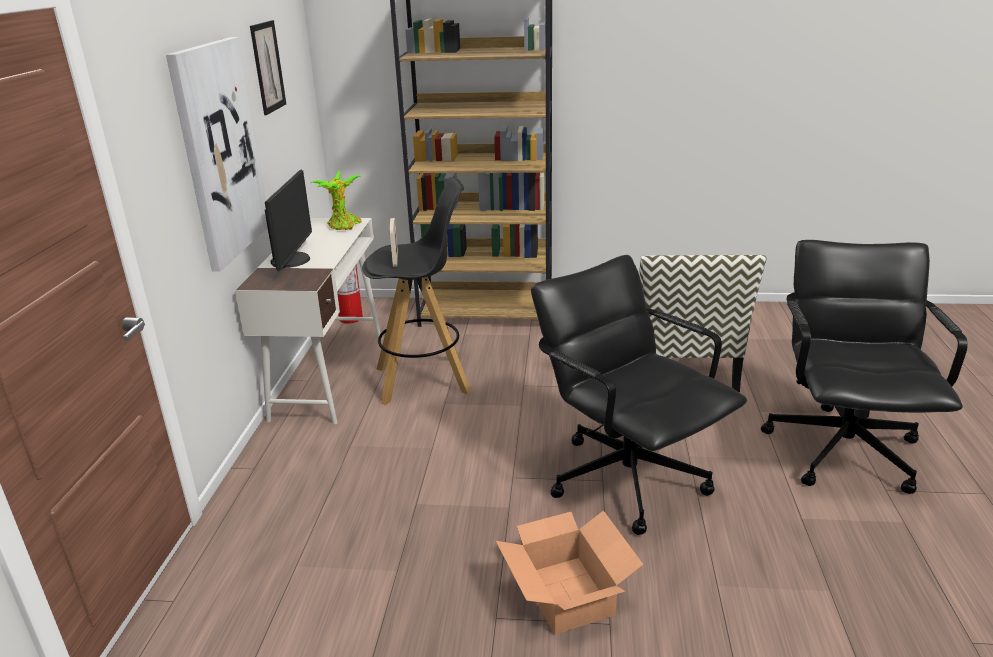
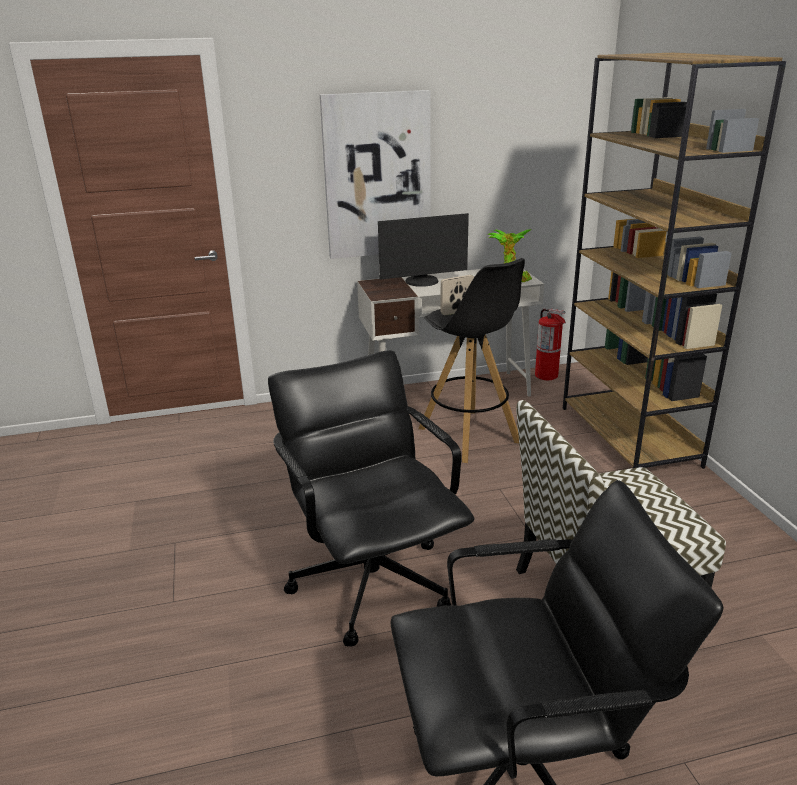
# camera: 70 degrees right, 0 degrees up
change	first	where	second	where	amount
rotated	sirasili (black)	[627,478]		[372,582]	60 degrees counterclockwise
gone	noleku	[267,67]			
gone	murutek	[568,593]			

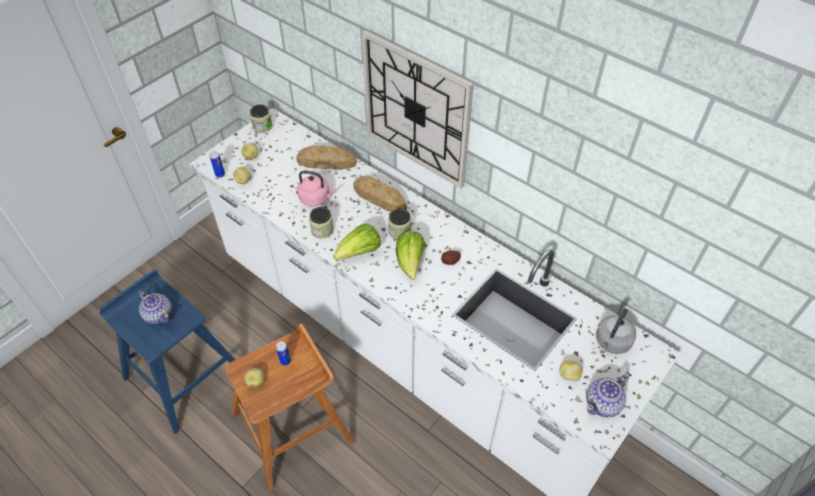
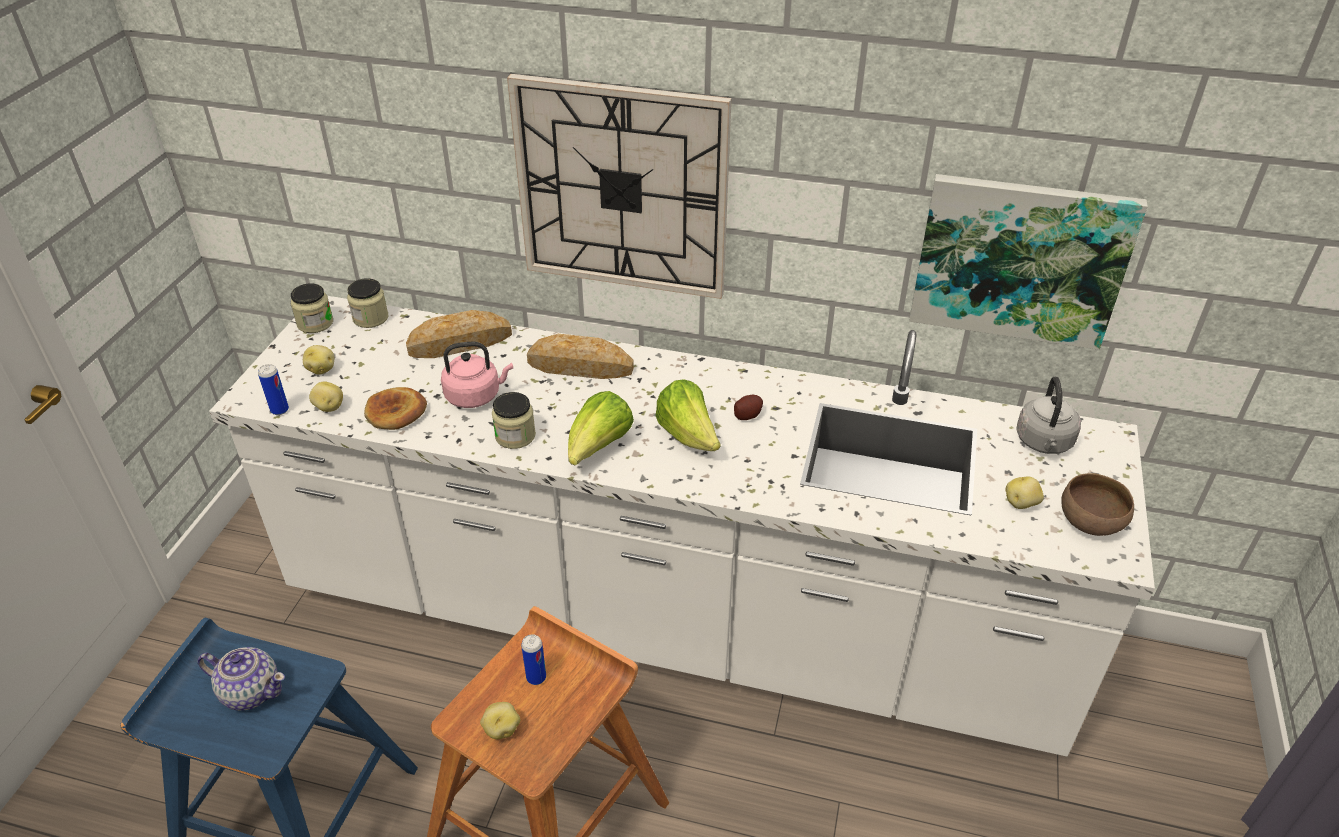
# camera: 25 degrees left, 10 degrees down
change	first	where	second	where	amount
shifted	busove	[399,231]		[370,318]	
new			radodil	[395,412]	
new			noleku	[1020,259]	
swapped	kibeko	[603,404]	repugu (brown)	[1091,522]	

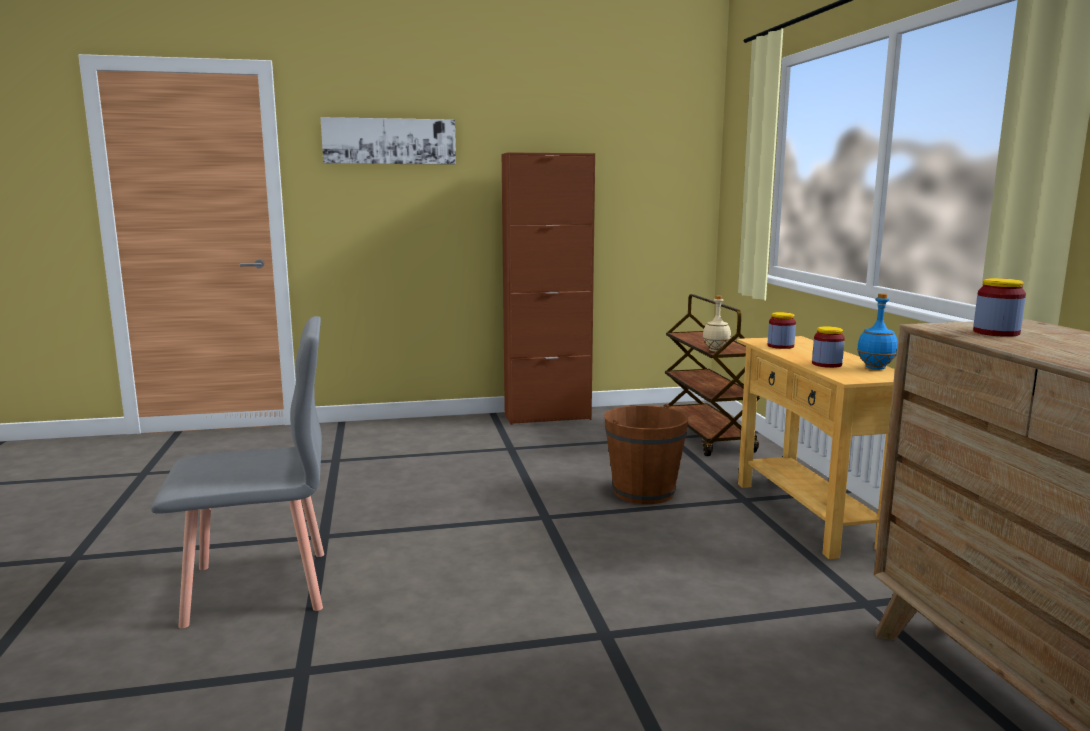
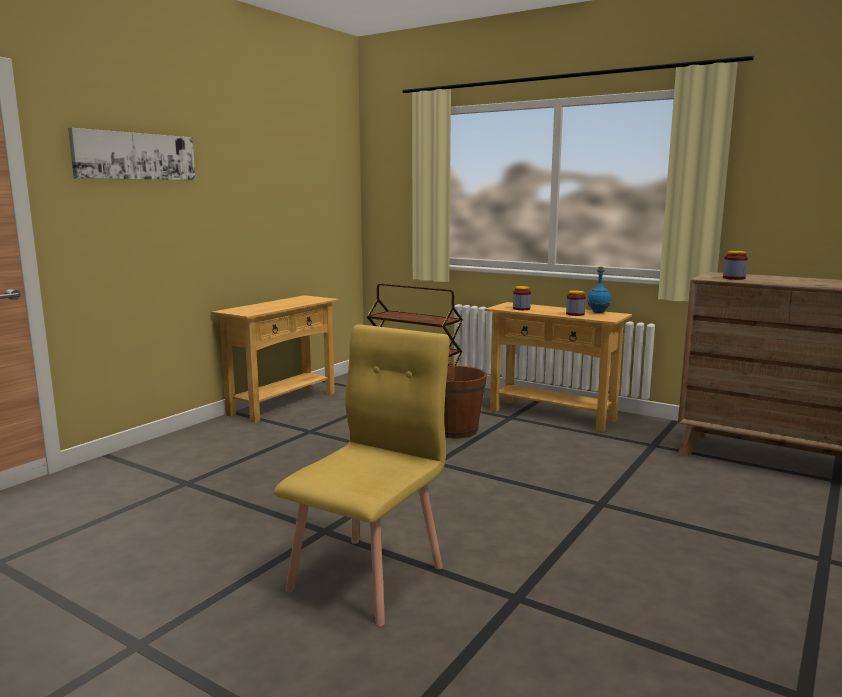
# camera: 45 degrees left, 0 degrees up
change	first	where	second	where	amount
swapped	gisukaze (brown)	[547,417]	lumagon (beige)	[283,404]	
repainted	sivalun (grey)	[260,588]	sivalun (yellow)	[368,578]	
gone	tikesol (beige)	[715,350]			

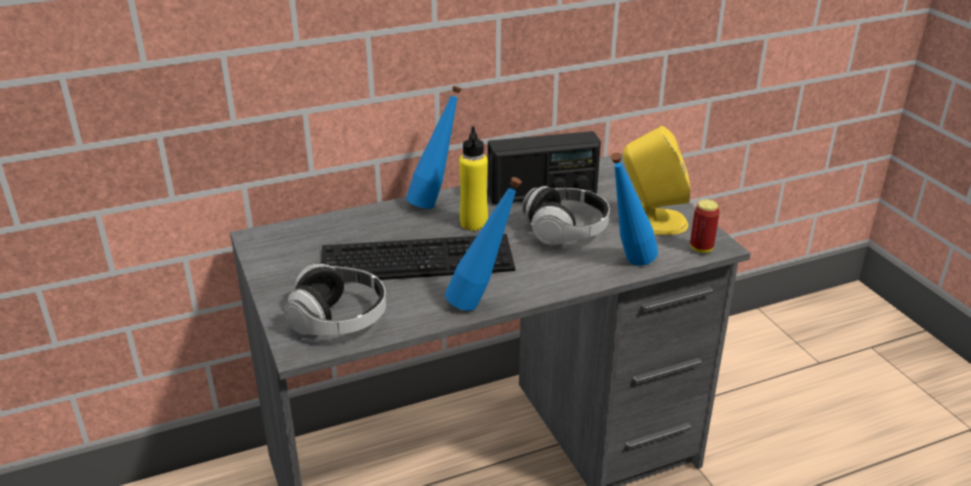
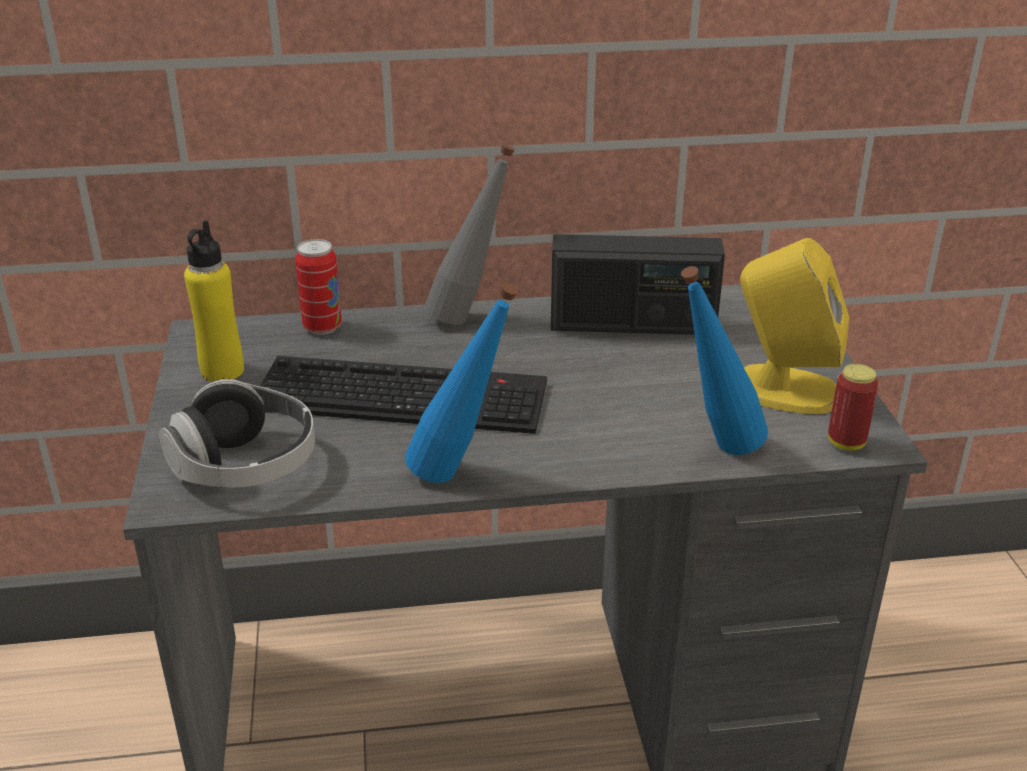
# camera: 15 degrees right, 0 degrees up
change	first	where	second	where	amount
shifted	tikesol (yellow)	[473,223]		[222,371]	
new			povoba	[322,327]	
repainted	tikesol (blue)	[435,202]	tikesol (grey)	[470,317]	
gone	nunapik	[566,231]			

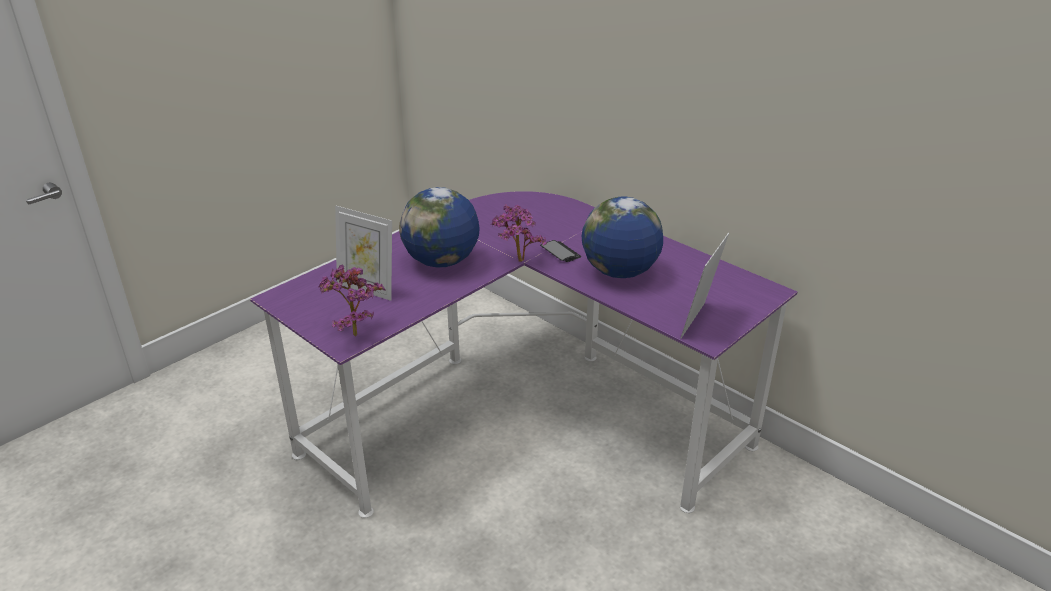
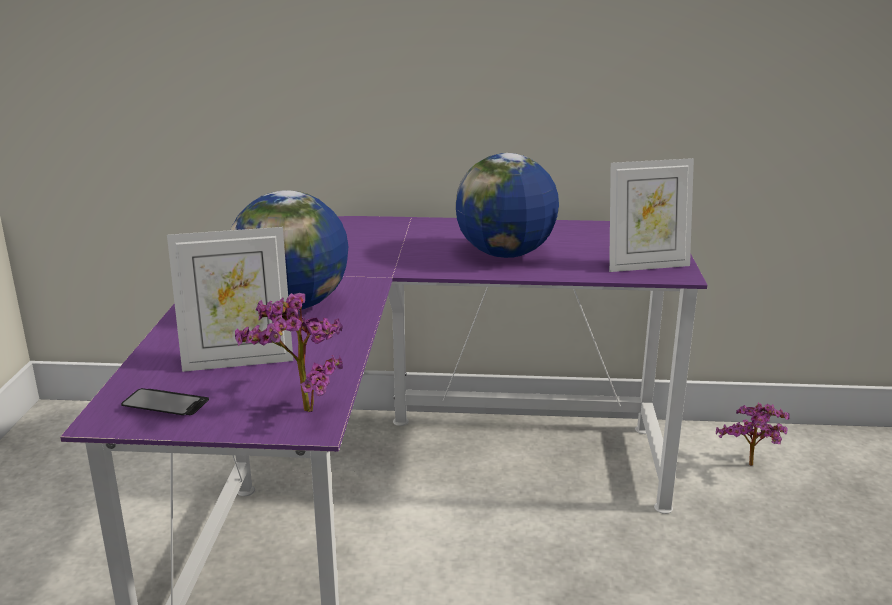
# camera: 40 degrees left, 10 degrees down
change	first	where	second	where	amount
shifted	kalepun	[560,252]		[165,404]	
rotated	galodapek	[699,322]		[646,265]	90 degrees counterclockwise
shifted	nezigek	[517,262]		[751,467]	

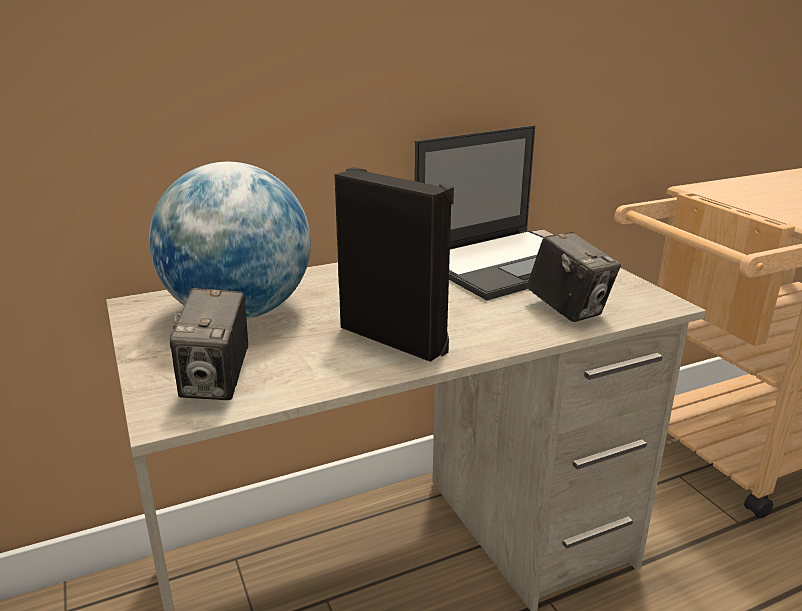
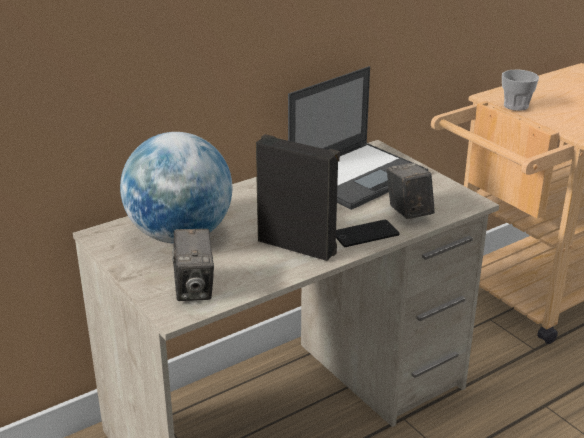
# camera: 10 degrees left, 5 degrees up
change	first	where	second	where	amount
new			kalepun	[365,234]	
rotated	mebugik	[568,309]		[408,212]	150 degrees counterclockwise
new			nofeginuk	[516,106]	

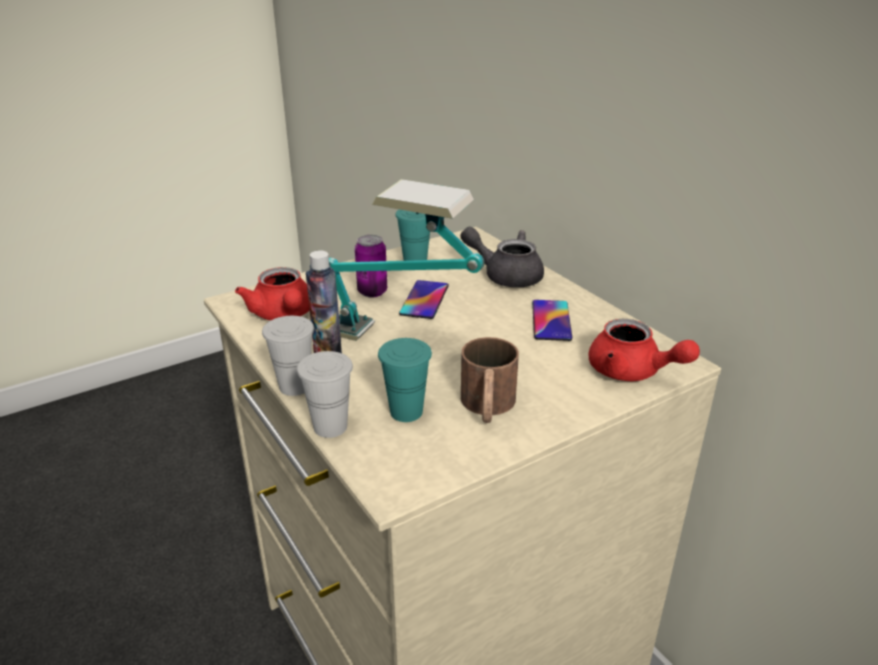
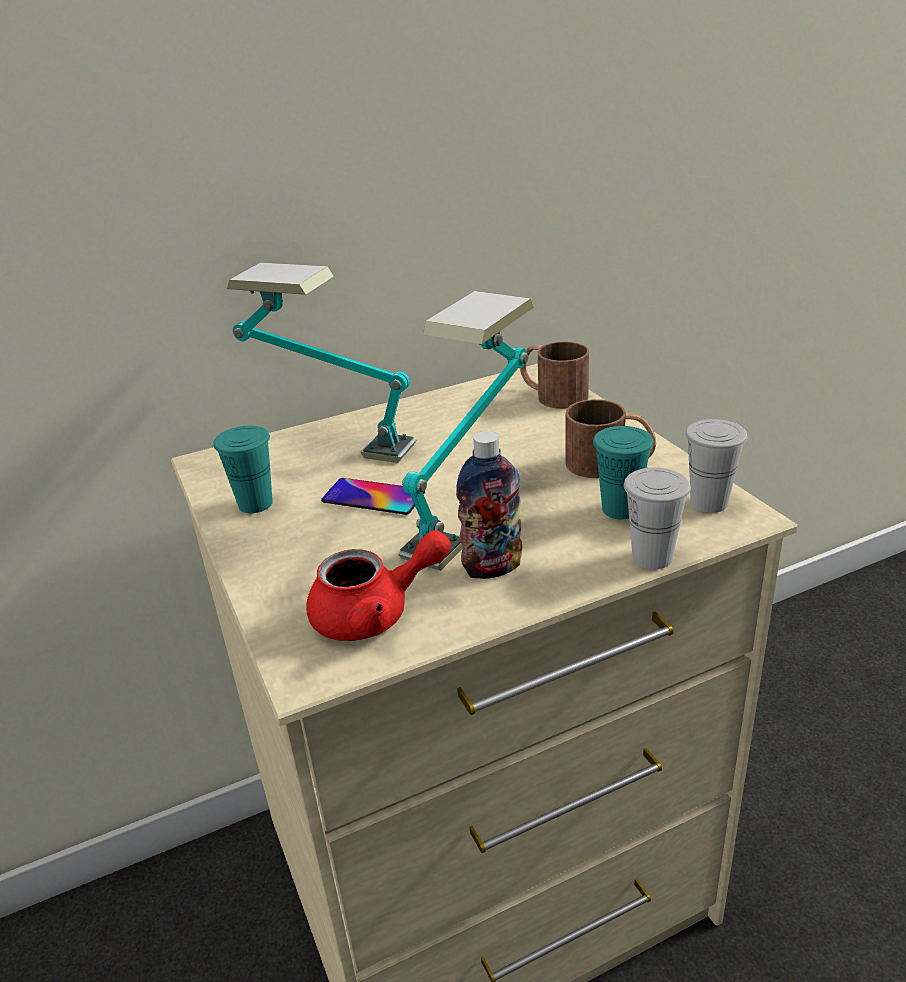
# camera: 80 degrees left, 0 degrees up
change	first	where	second	where	amount
swapped	kibeko (grey)	[505,275]	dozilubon	[331,443]	
swapped	kibeko (red)	[632,372]	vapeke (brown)	[552,394]	
shifted	nofeginuk (white)	[295,386]		[709,503]	
gone	povoba	[372,292]			
gone	kalepun	[551,320]			

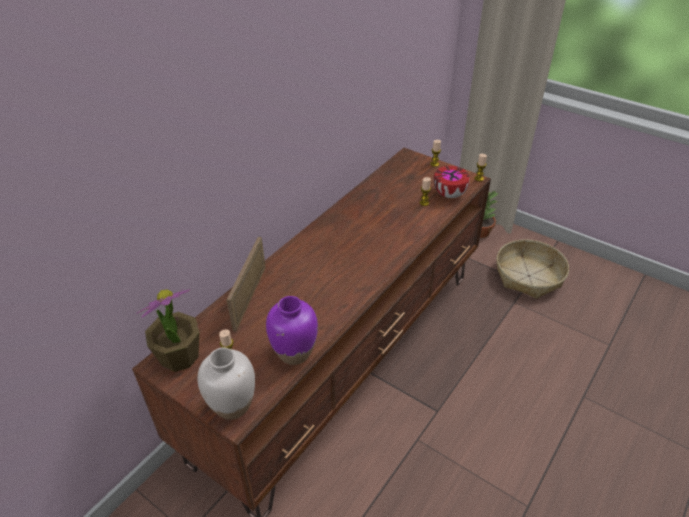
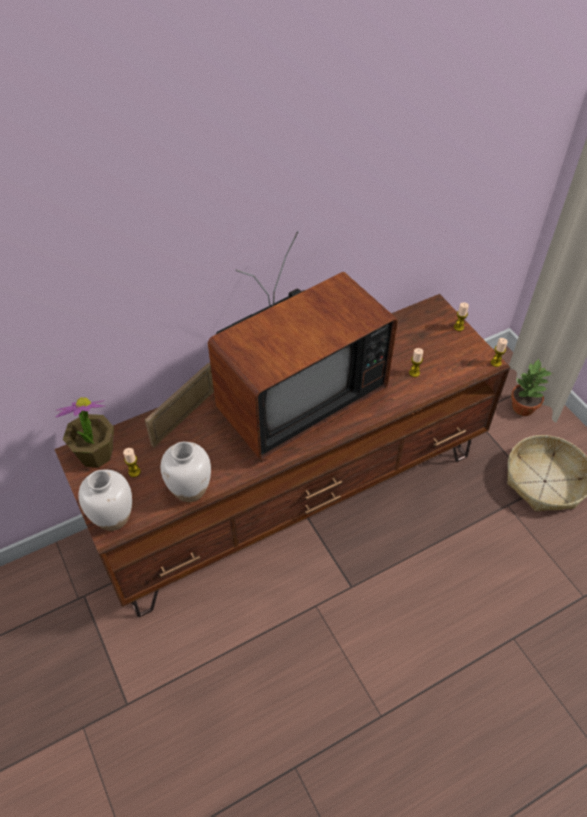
# camera: 25 degrees right, 10 degrees up
change	first	where	second	where	amount
repainted	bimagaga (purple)	[295,353]	bimagaga (white)	[190,490]	
new			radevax	[293,397]	
gone	repugu	[449,194]			

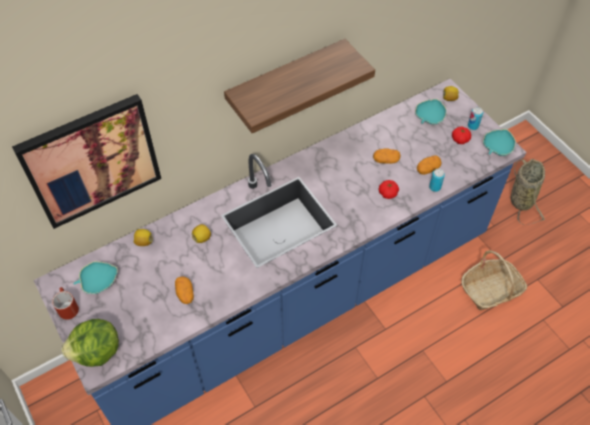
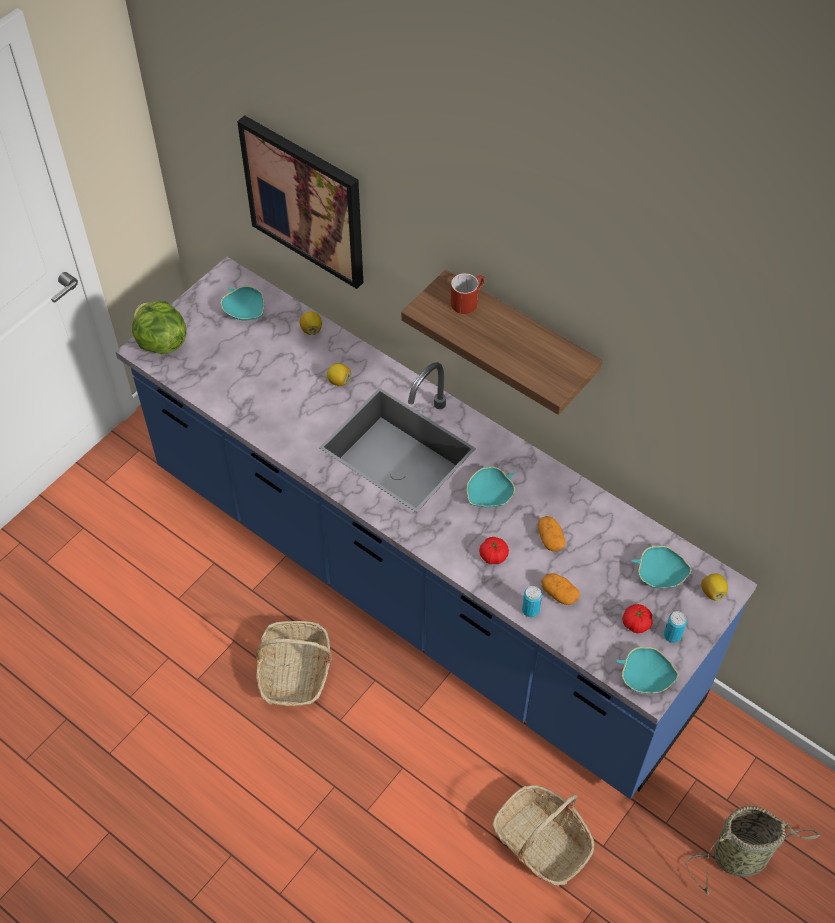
# camera: 70 degrees right, 0 degrees up
change	first	where	second	where	amount
new			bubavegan	[295,671]	
shifted	vapeke (red)	[67,307]		[467,300]	
new			repugu (turquoise)	[490,495]	
gone	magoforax	[185,294]			

